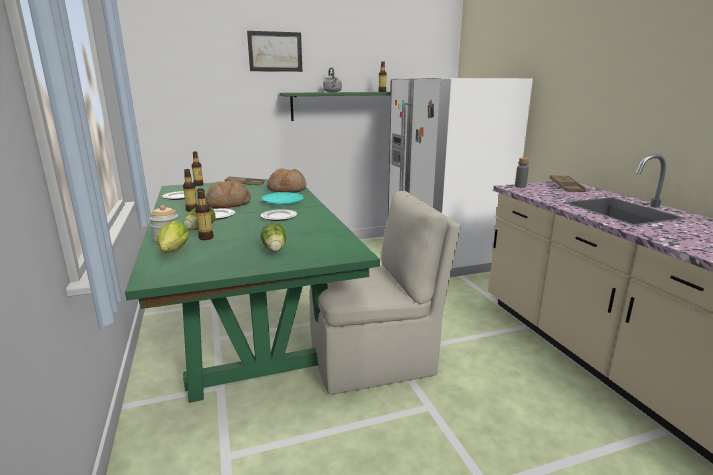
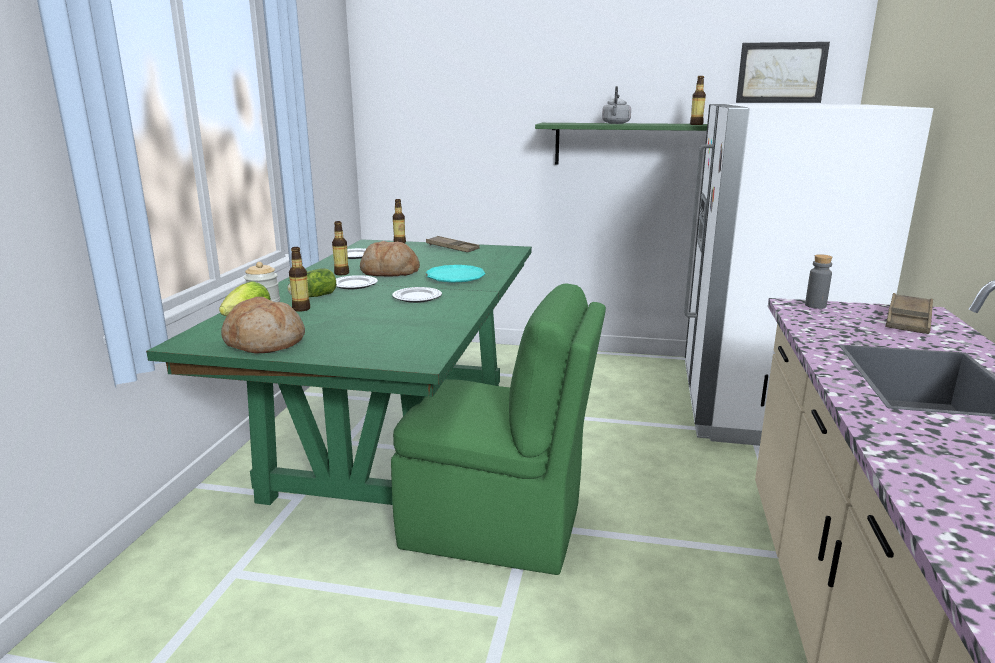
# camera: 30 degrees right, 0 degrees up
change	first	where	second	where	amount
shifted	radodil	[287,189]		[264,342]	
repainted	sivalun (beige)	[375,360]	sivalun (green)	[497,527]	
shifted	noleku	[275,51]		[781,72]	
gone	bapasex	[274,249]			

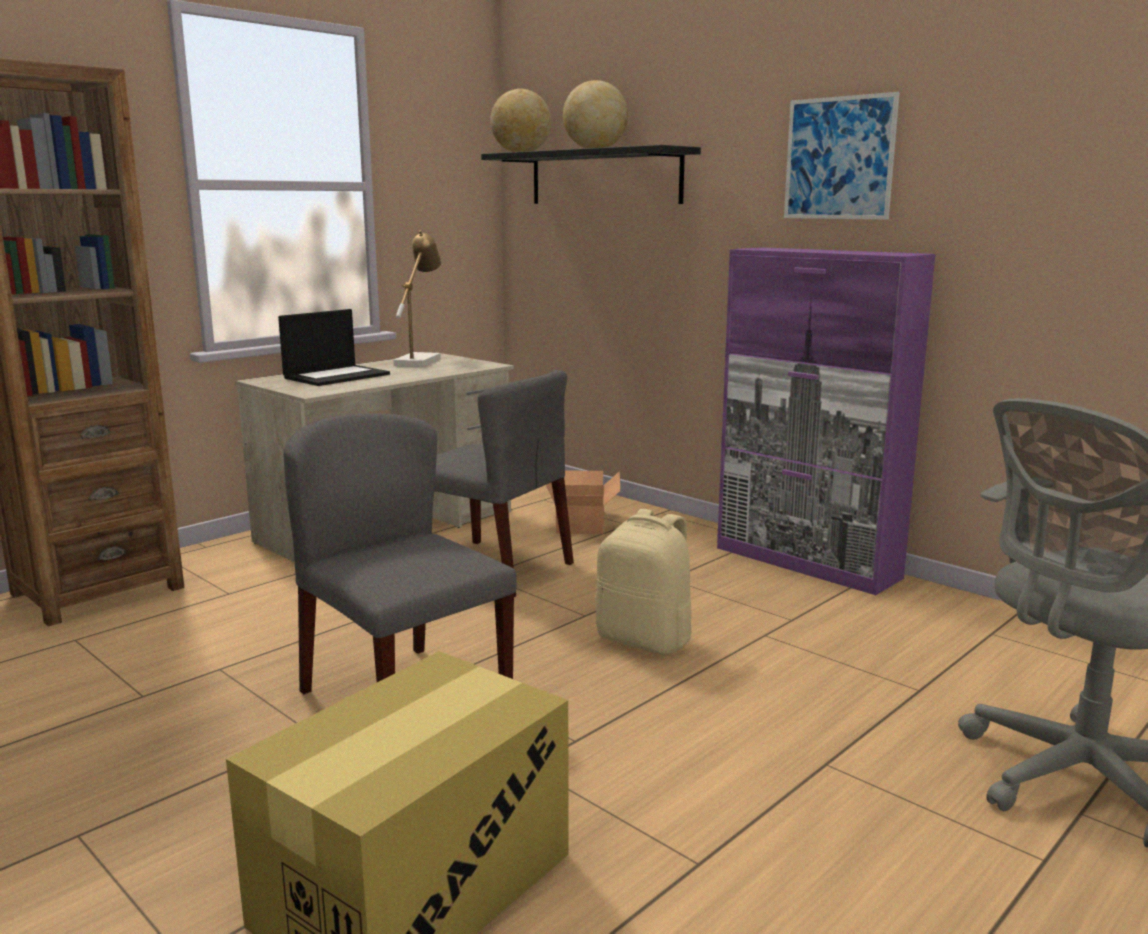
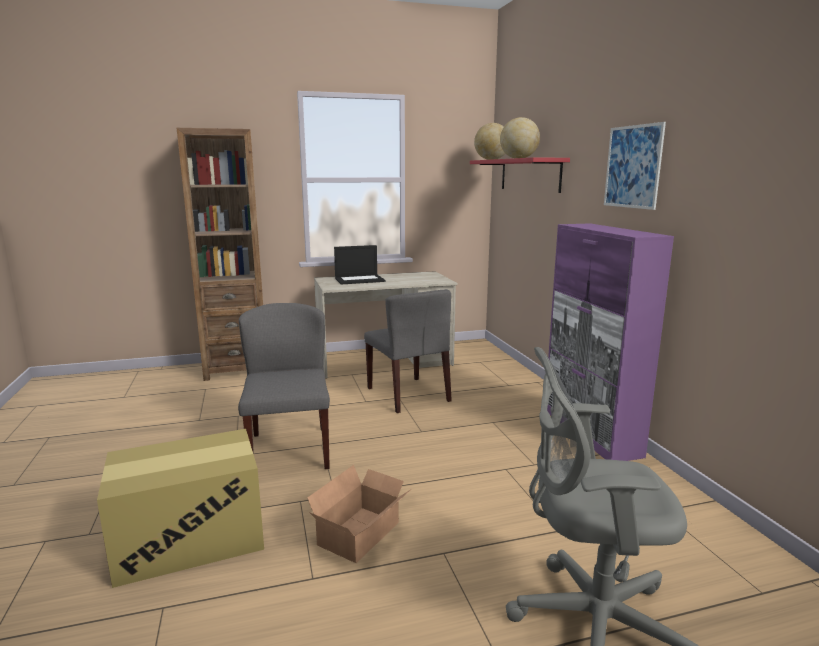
# camera: 30 degrees right, 0 degrees up
change	first	where	second	where	amount
shifted	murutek	[583,521]		[362,534]	
repainted	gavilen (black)	[604,178]	gavilen (red)	[529,175]	
gone	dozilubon	[419,361]			
gone	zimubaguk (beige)	[645,640]			

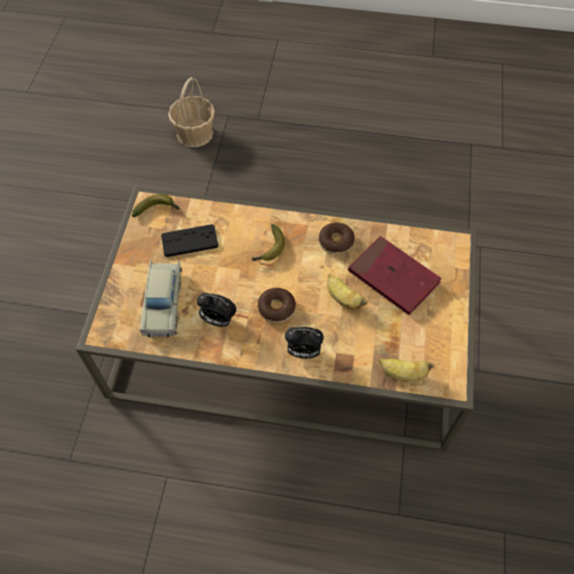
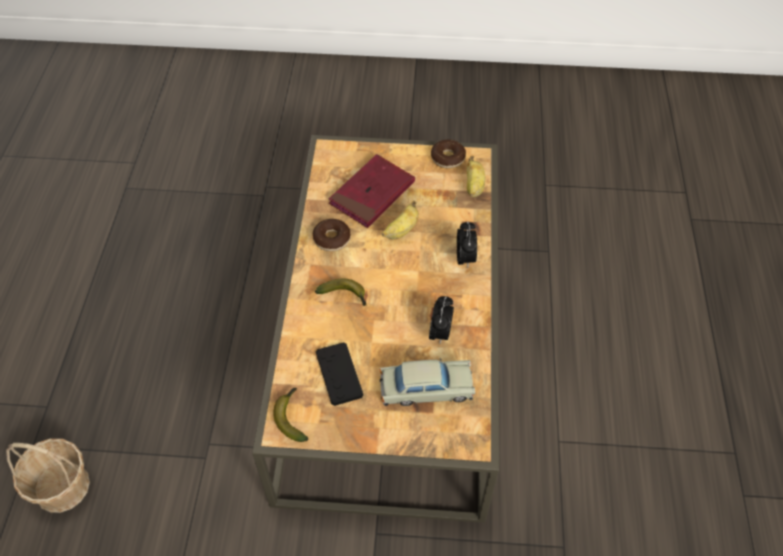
# camera: 95 degrees left, 5 degrees down
change	first	where	second	where	amount
shifted	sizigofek	[276,308]		[447,158]	

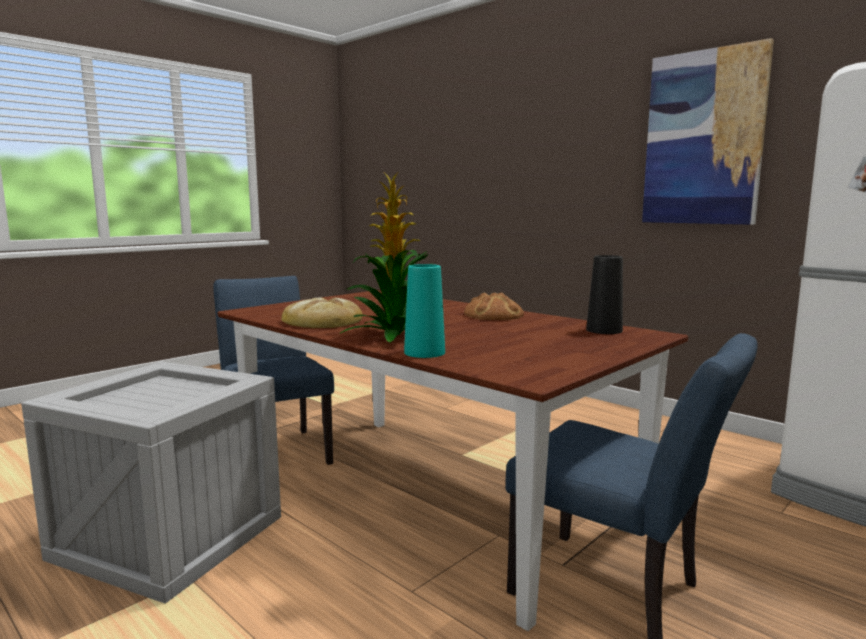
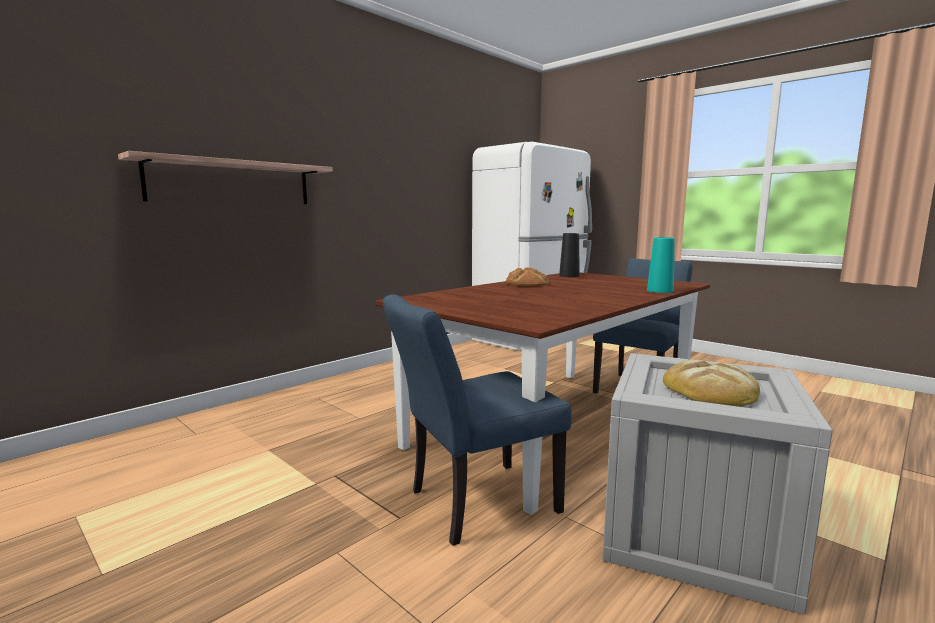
# camera: 90 degrees left, 0 degrees up
change	first	where	second	where	amount
new			gavilen	[232,182]	
shifted	radodil	[323,321]		[710,390]	
gone	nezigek	[393,335]			
gone	noleku	[703,138]			

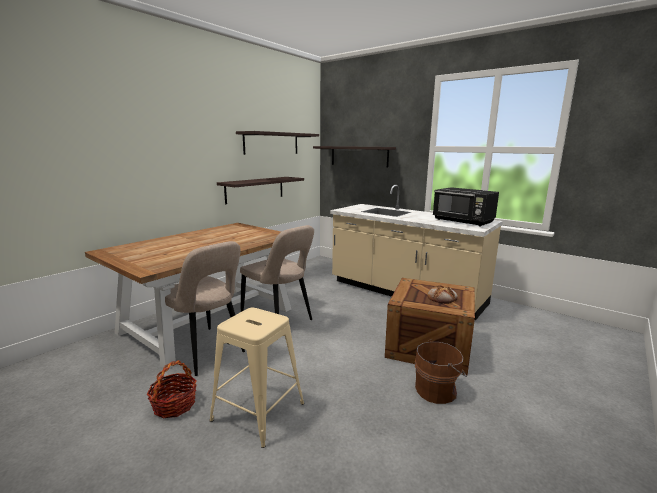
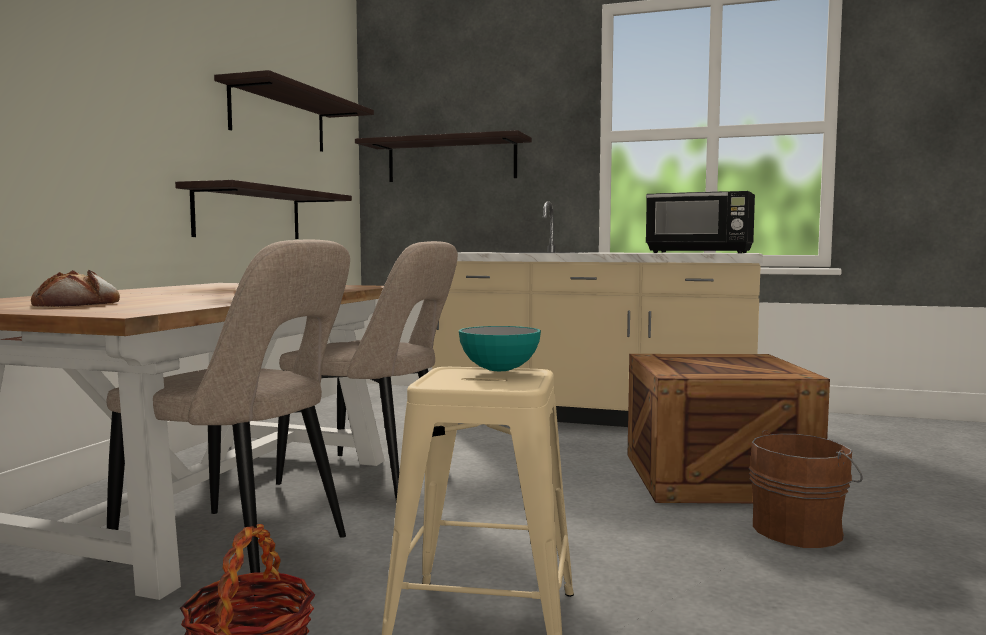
# camera: 20 degrees left, 10 degrees down
change	first	where	second	where	amount
shifted	radodil	[442,298]		[77,304]	
new			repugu	[499,371]	

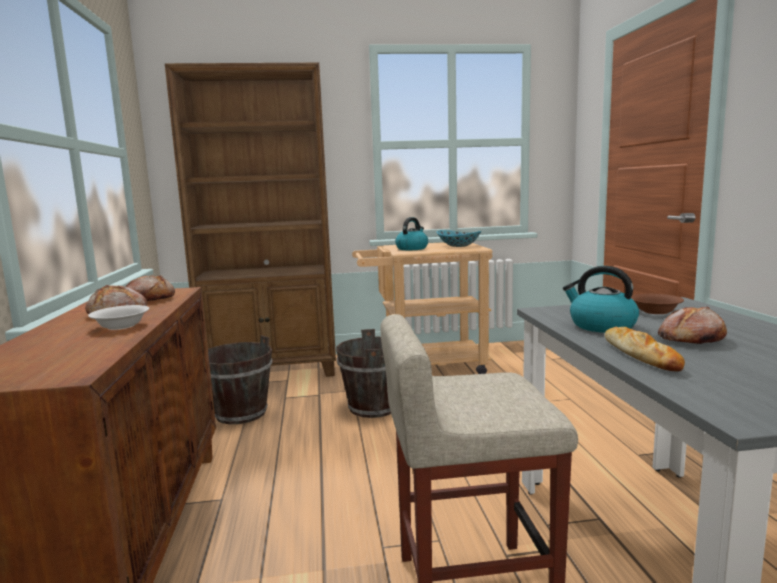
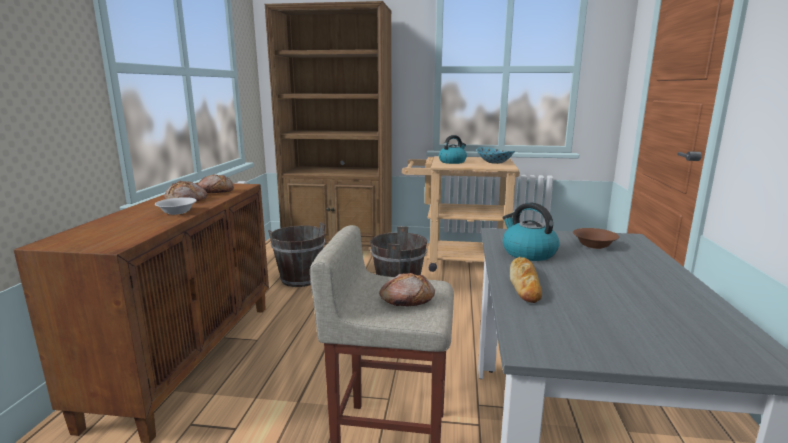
# camera: 15 degrees right, 5 degrees up
change	first	where	second	where	amount
shifted	radodil	[690,339]		[406,299]	

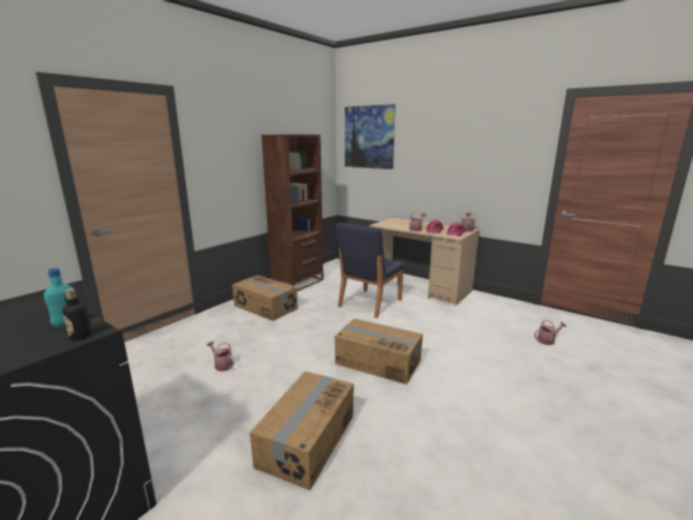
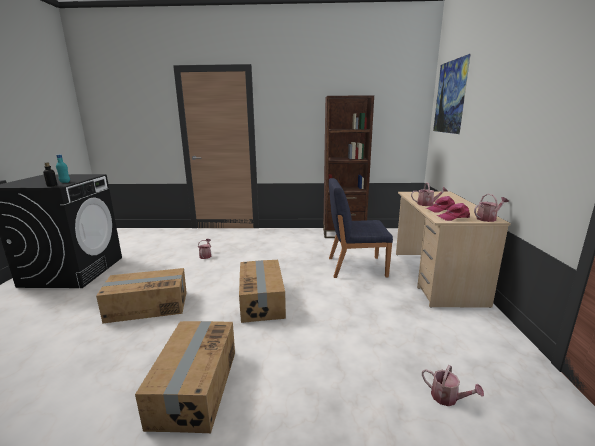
# camera: 55 degrees right, 0 degrees up
change	first	where	second	where	amount
shifted	murutek	[265,307]		[194,387]	

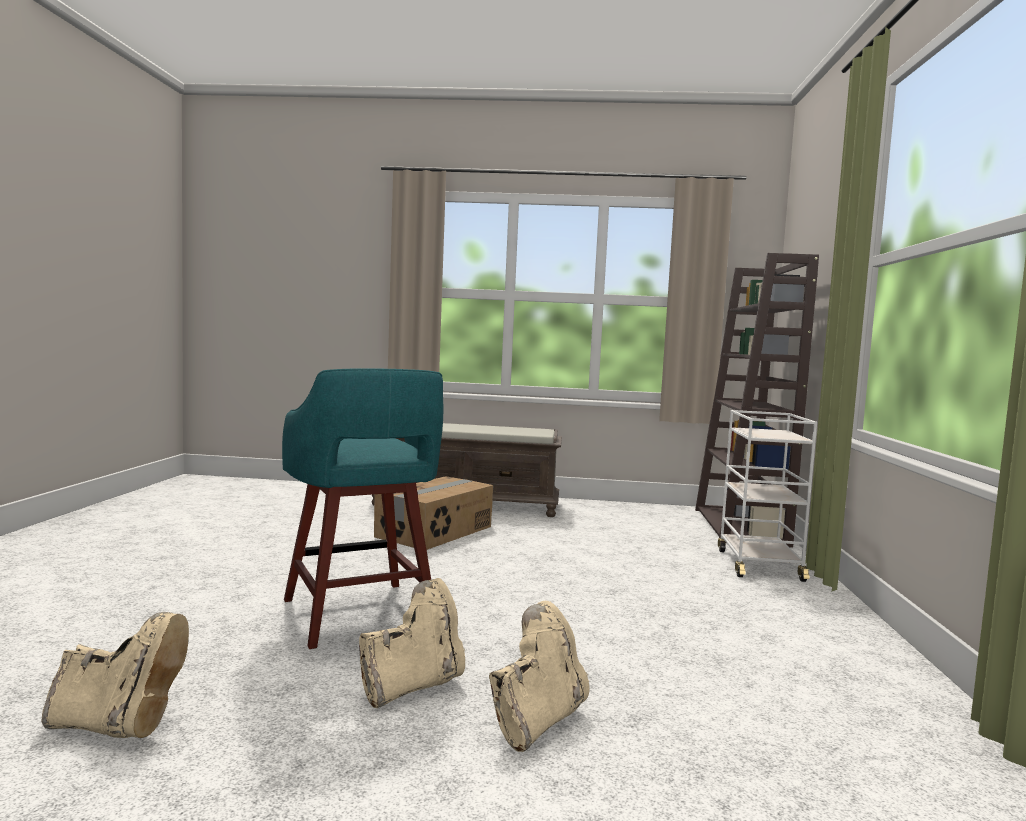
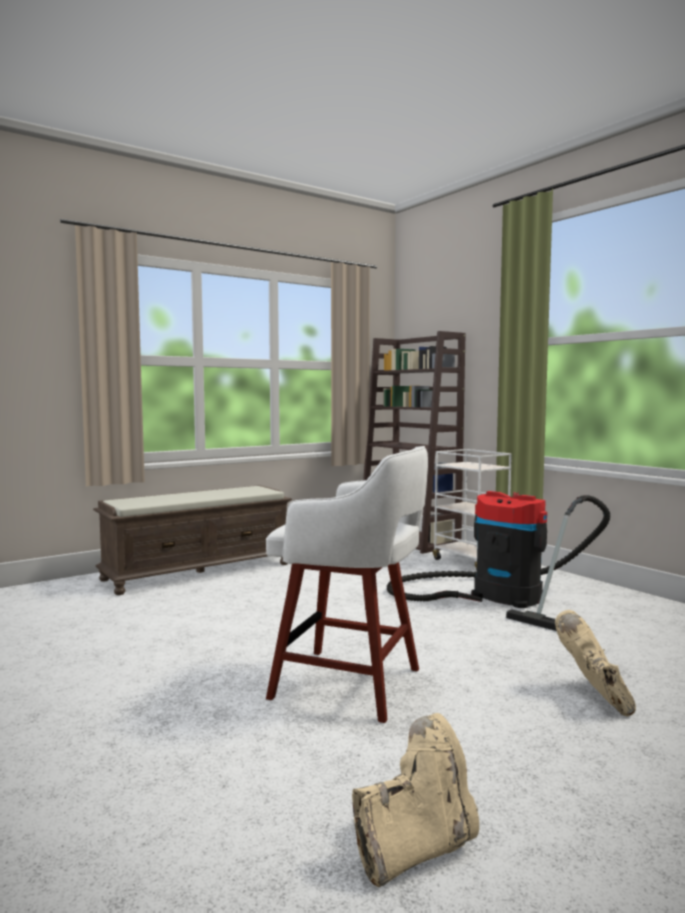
# camera: 40 degrees left, 0 degrees up
change	first	where	second	where	amount
repainted	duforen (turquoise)	[359,615]	duforen (white)	[351,684]	
new			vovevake	[499,596]	
gone	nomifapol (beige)	[413,685]			
gone	murutek	[435,532]			

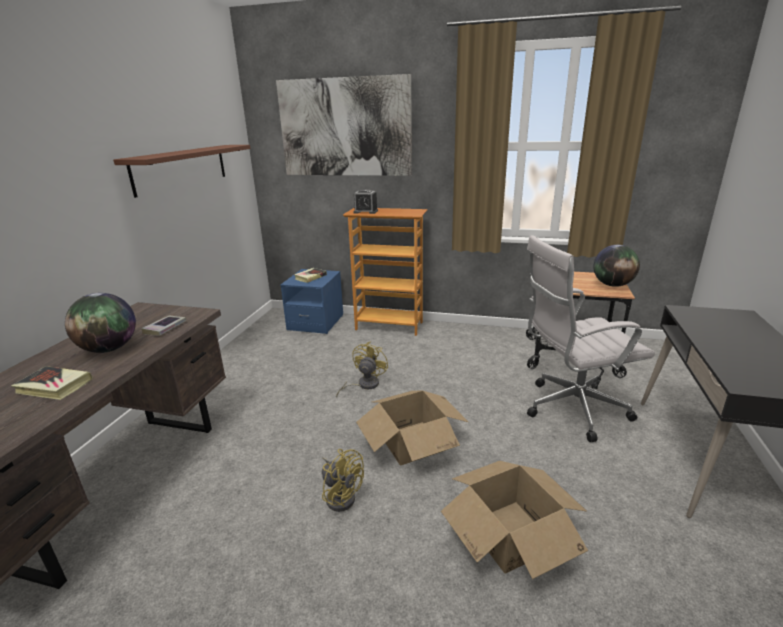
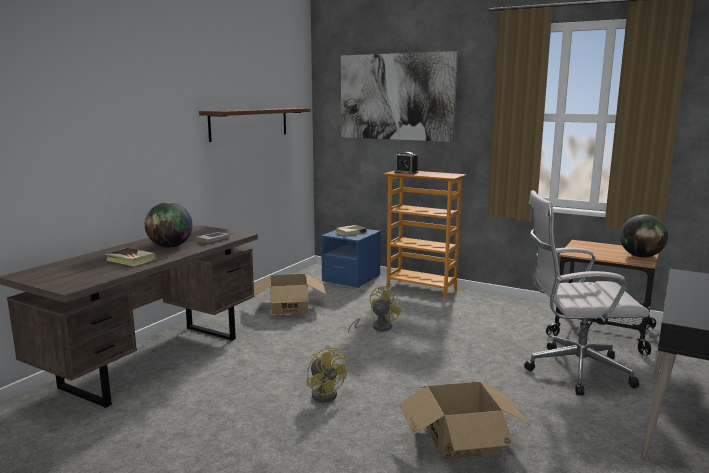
# camera: 15 degrees right, 10 degrees down
change	first	where	second	where	amount
shifted	murutek	[412,442]		[289,307]	

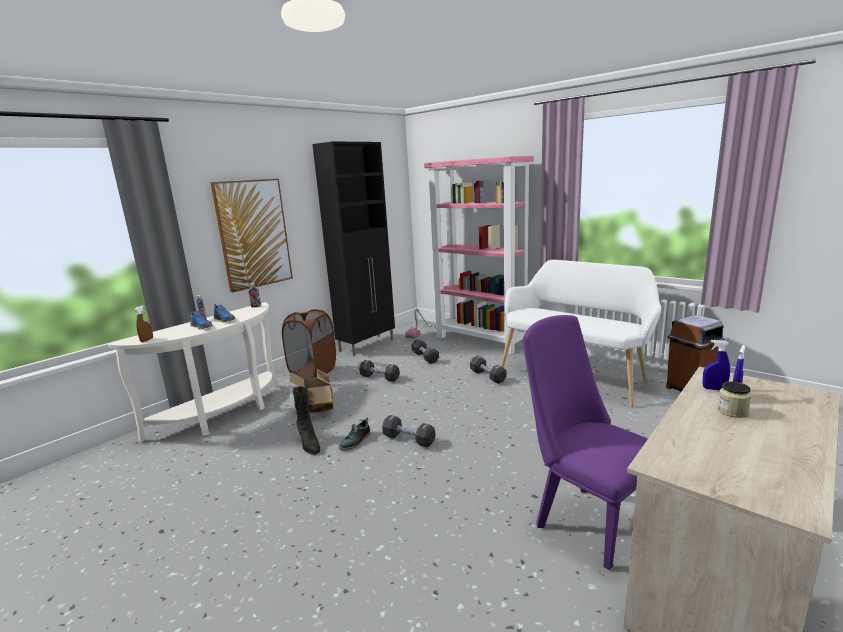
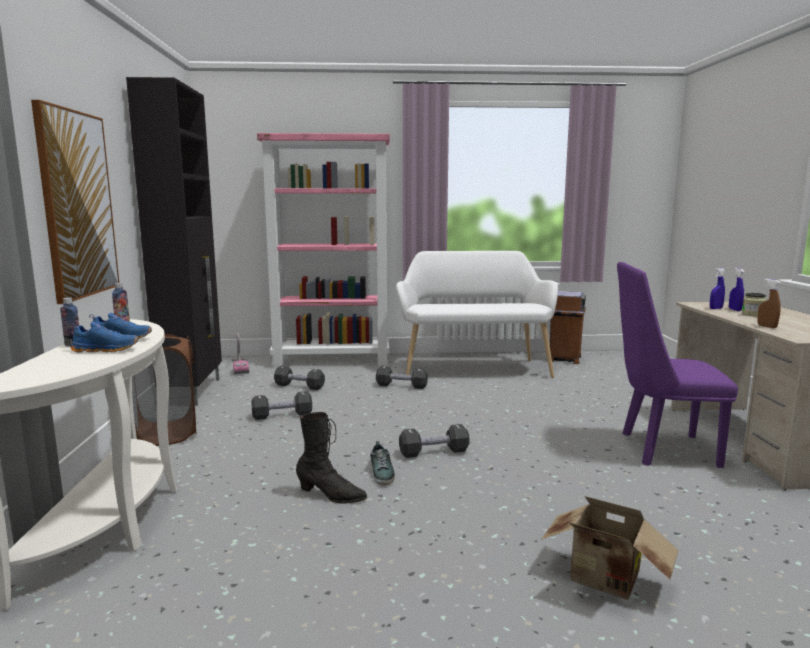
# camera: 45 degrees left, 5 degrees down
change	first	where	second	where	amount
shifted	murutek	[317,407]		[605,581]	
shifted	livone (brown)	[147,340]		[767,326]	

